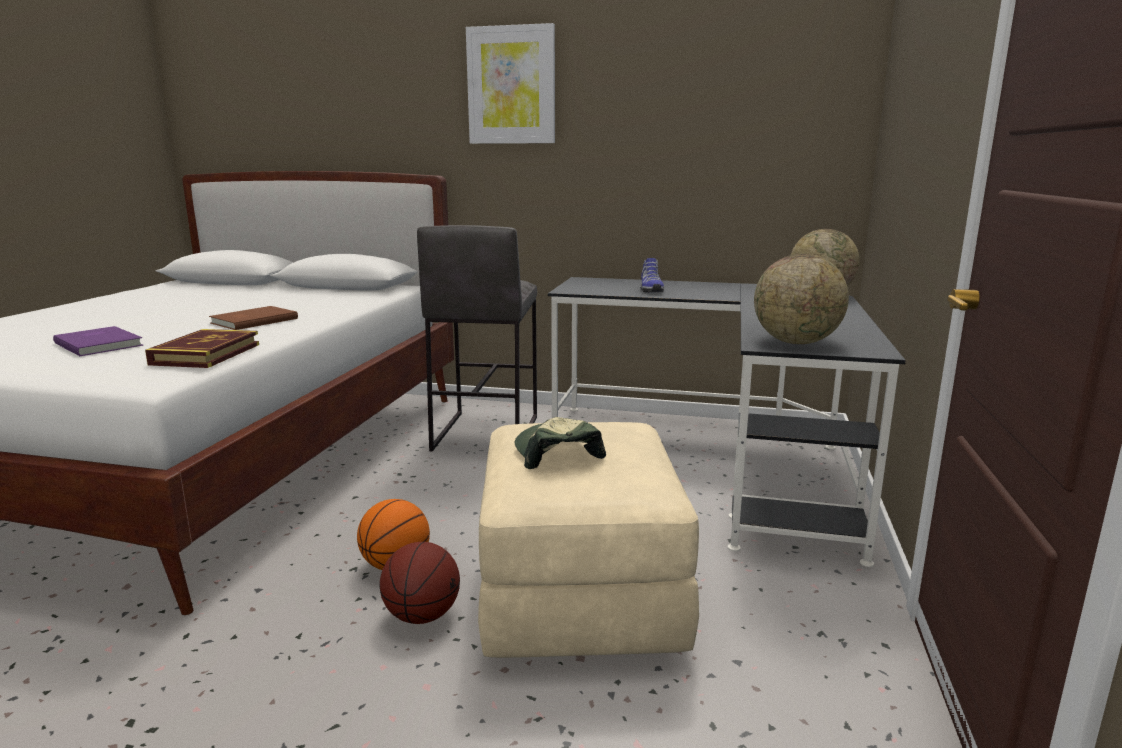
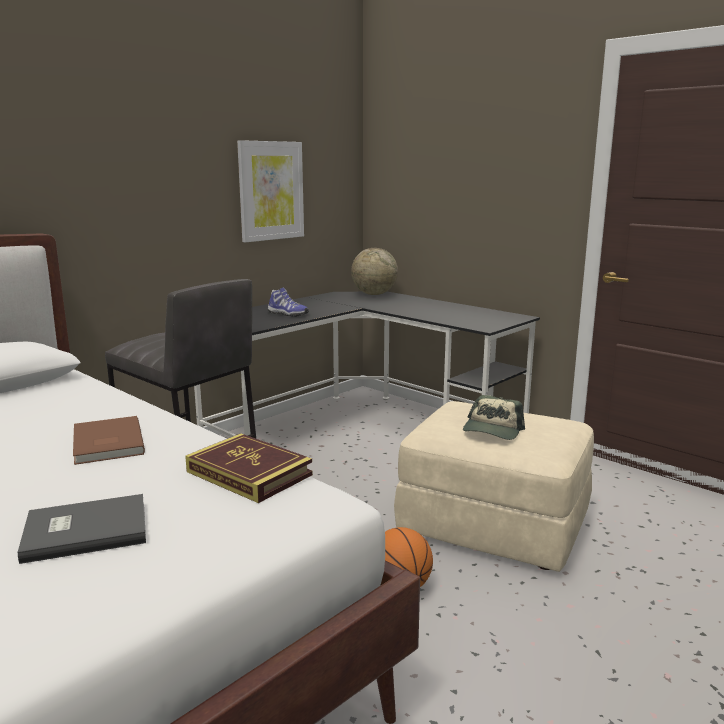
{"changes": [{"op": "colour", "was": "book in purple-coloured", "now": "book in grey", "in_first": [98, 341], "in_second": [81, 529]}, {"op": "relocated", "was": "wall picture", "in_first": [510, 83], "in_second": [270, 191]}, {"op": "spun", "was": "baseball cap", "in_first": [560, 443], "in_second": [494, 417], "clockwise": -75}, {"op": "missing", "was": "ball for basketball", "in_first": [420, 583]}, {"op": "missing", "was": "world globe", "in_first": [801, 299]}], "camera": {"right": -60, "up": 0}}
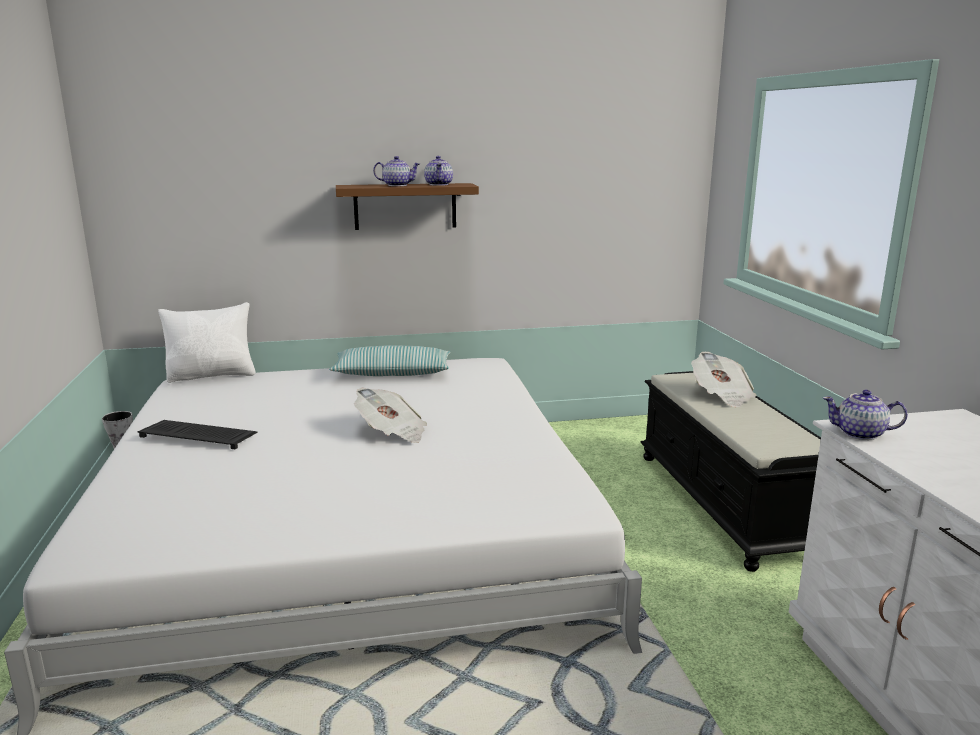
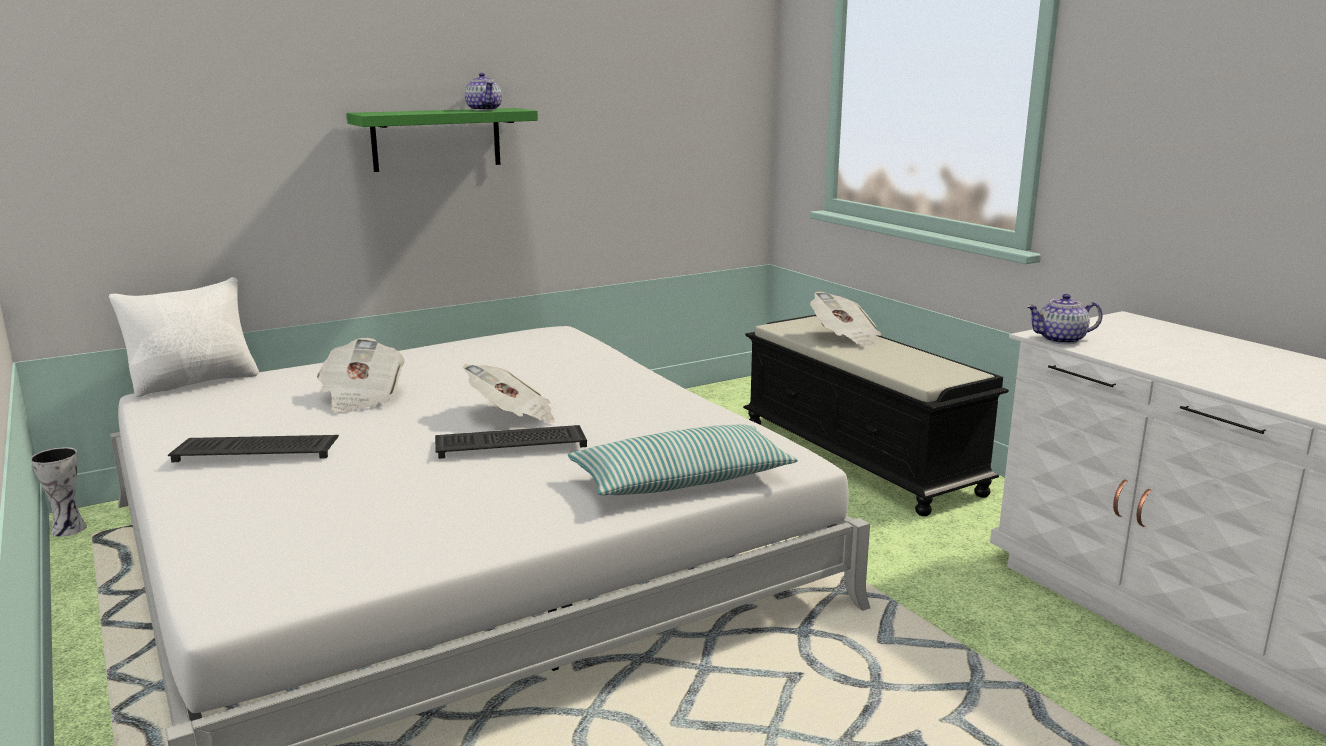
{"changes": [{"op": "appeared", "now": "daily paper", "in_second": [361, 375]}, {"op": "colour", "was": "wall shelf in brown", "now": "wall shelf in green", "in_first": [407, 206], "in_second": [442, 140]}, {"op": "appeared", "now": "PC keyboard", "in_second": [511, 442]}, {"op": "relocated", "was": "throw pillow", "in_first": [390, 360], "in_second": [683, 459]}, {"op": "missing", "was": "teapot", "in_first": [396, 171]}], "camera": {"right": -20, "up": 0}}
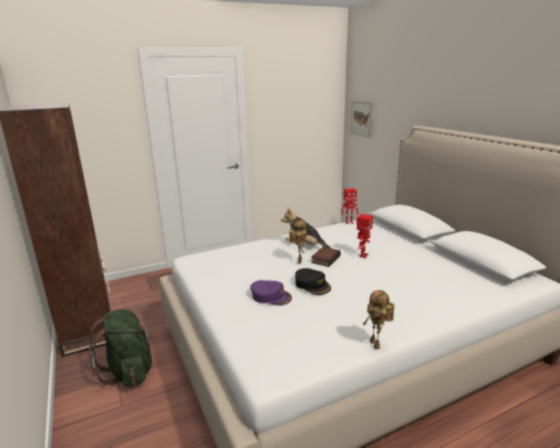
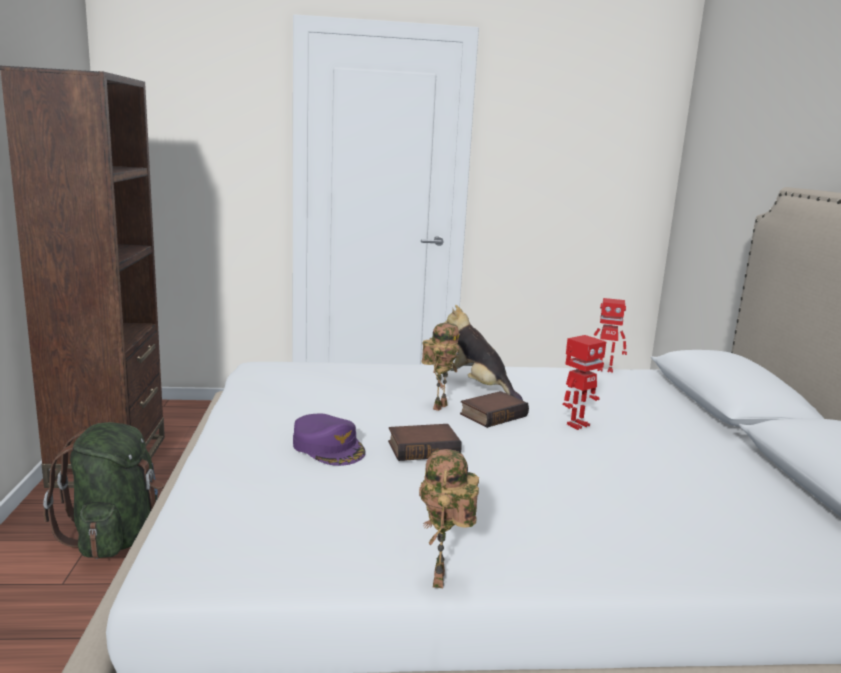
{"changes": [{"op": "exchanged", "was": "baseball cap in black", "now": "book", "in_first": [313, 281], "in_second": [425, 442]}, {"op": "missing", "was": "wall picture", "in_first": [361, 119]}], "camera": {"right": 20, "up": -5}}
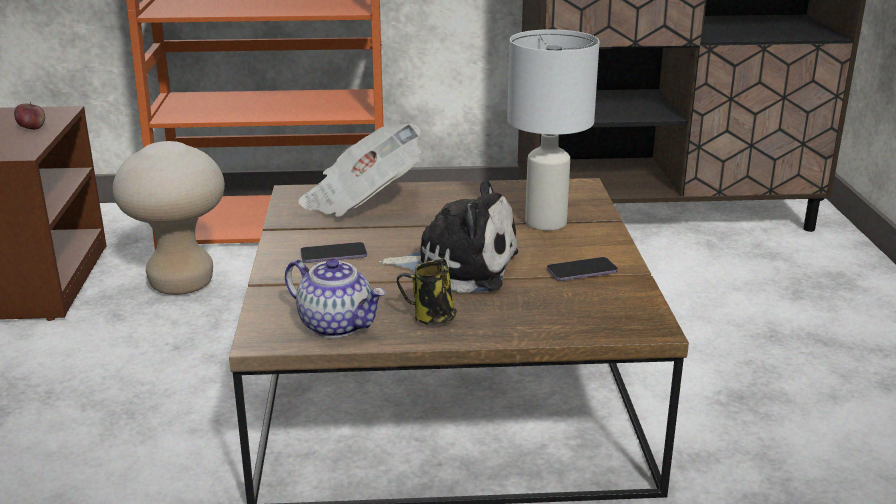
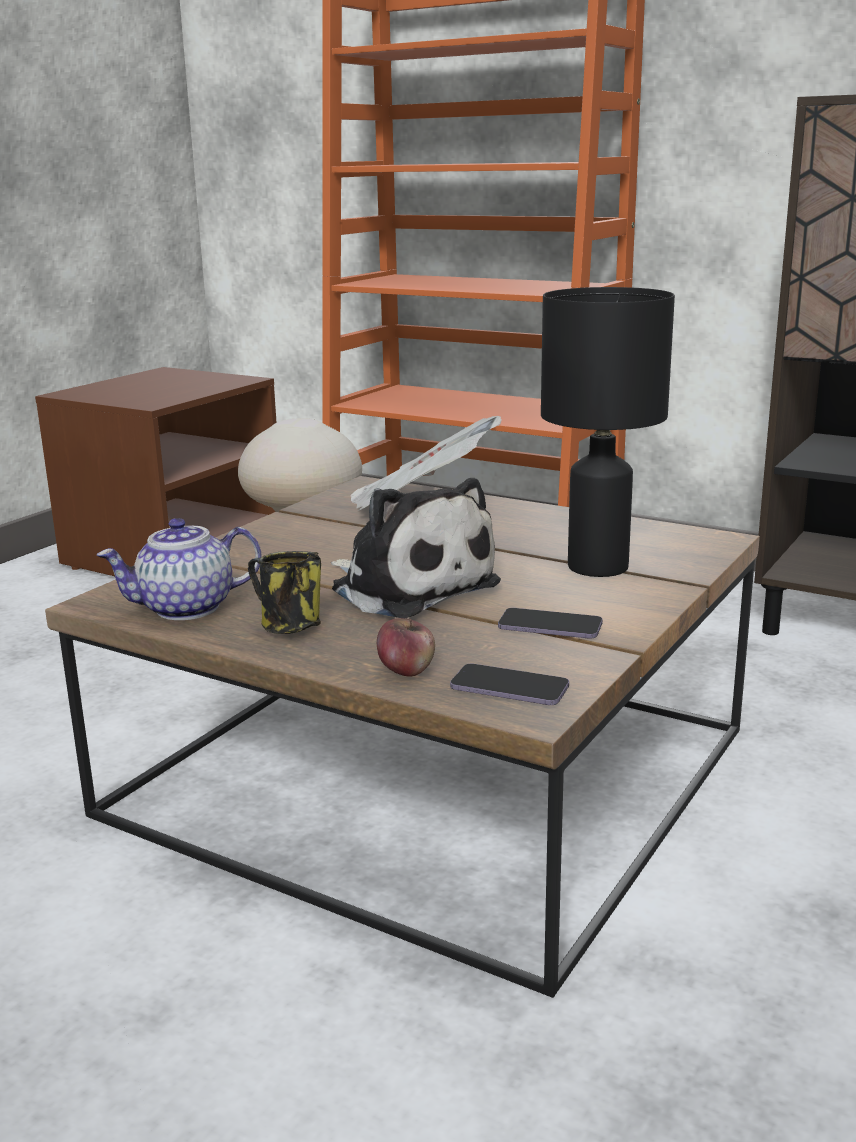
{"changes": [{"op": "spun", "was": "teapot", "in_first": [335, 298], "in_second": [179, 569], "clockwise": 90}, {"op": "relocated", "was": "whole apple", "in_first": [29, 116], "in_second": [406, 647]}, {"op": "relocated", "was": "phone", "in_first": [333, 252], "in_second": [509, 684]}, {"op": "colour", "was": "lamp for a table in white-coloured", "now": "lamp for a table in black", "in_first": [553, 130], "in_second": [608, 432]}], "camera": {"right": 35, "up": -5}}
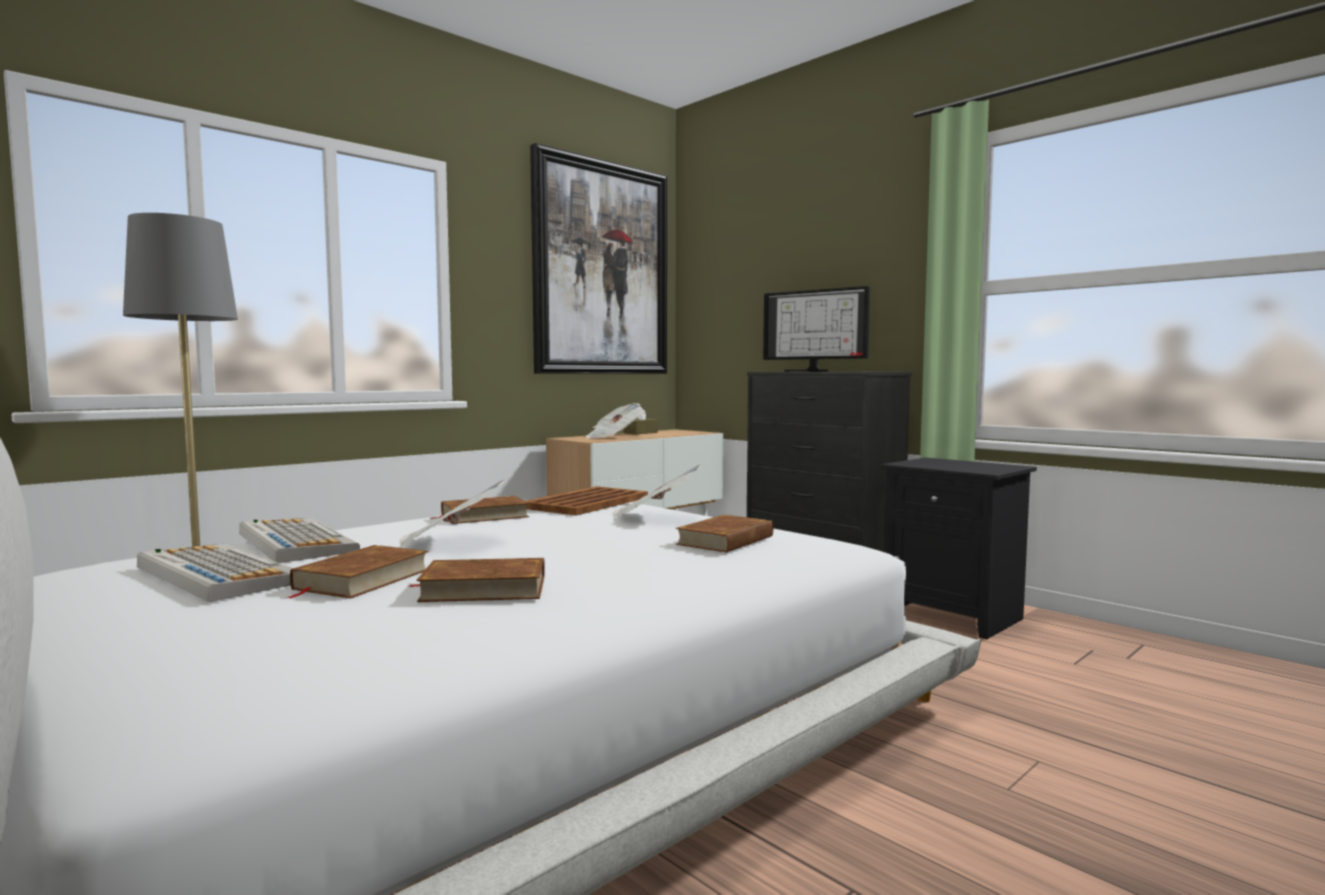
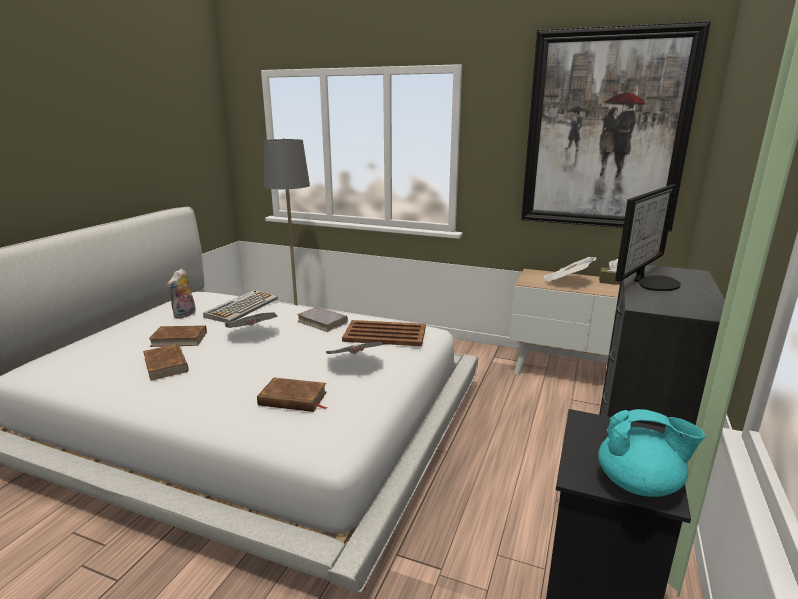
{"changes": [{"op": "exchanged", "was": "PC keyboard", "now": "cuddly toy", "in_first": [215, 573], "in_second": [181, 294]}, {"op": "colour", "was": "book in brown", "now": "book in grey", "in_first": [479, 510], "in_second": [322, 319]}, {"op": "appeared", "now": "teapot in blue-green", "in_second": [651, 453]}, {"op": "spun", "was": "computer display", "in_first": [816, 329], "in_second": [648, 237], "clockwise": -150}], "camera": {"right": 65, "up": 15}}
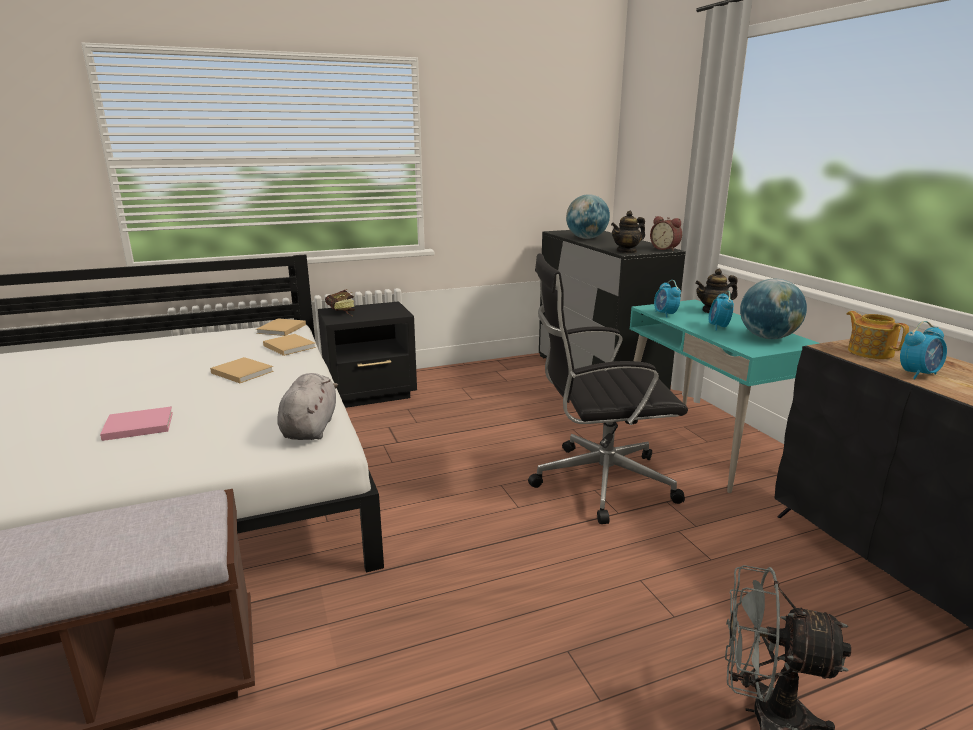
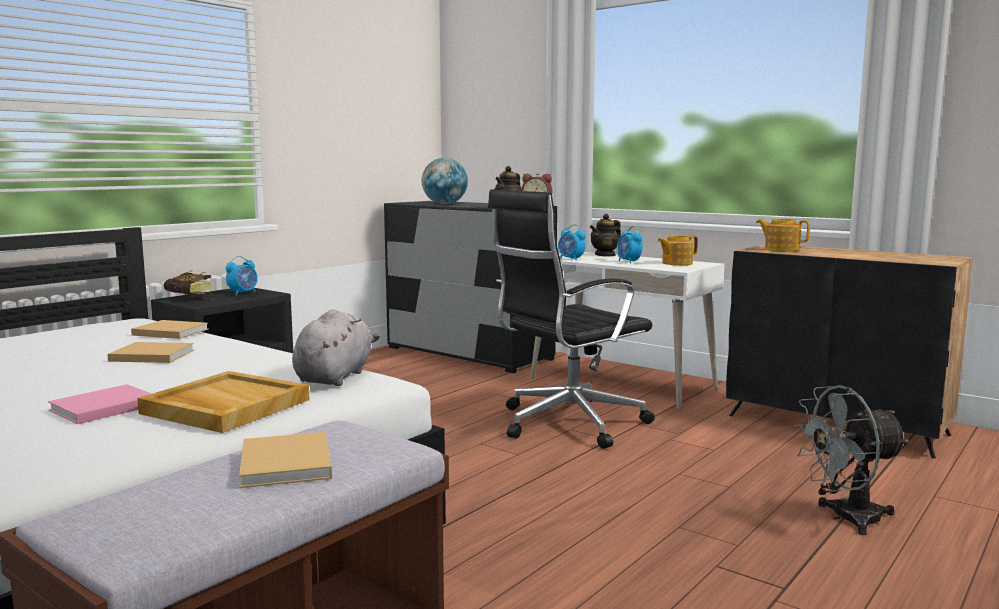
{"changes": [{"op": "appeared", "now": "carrying tray in beige", "in_second": [223, 402]}, {"op": "relocated", "was": "alarm clock", "in_first": [923, 350], "in_second": [242, 276]}, {"op": "relocated", "was": "book in beige", "in_first": [281, 327], "in_second": [285, 460]}, {"op": "spun", "was": "cuddly toy in grey", "in_first": [307, 406], "in_second": [336, 347], "clockwise": 45}, {"op": "colour", "was": "desk table in blue-green", "now": "desk table in white-coloured", "in_first": [724, 396], "in_second": [627, 331]}, {"op": "exchanged", "was": "world globe", "now": "teapot", "in_first": [773, 309], "in_second": [677, 250]}], "camera": {"right": -30, "up": -10}}
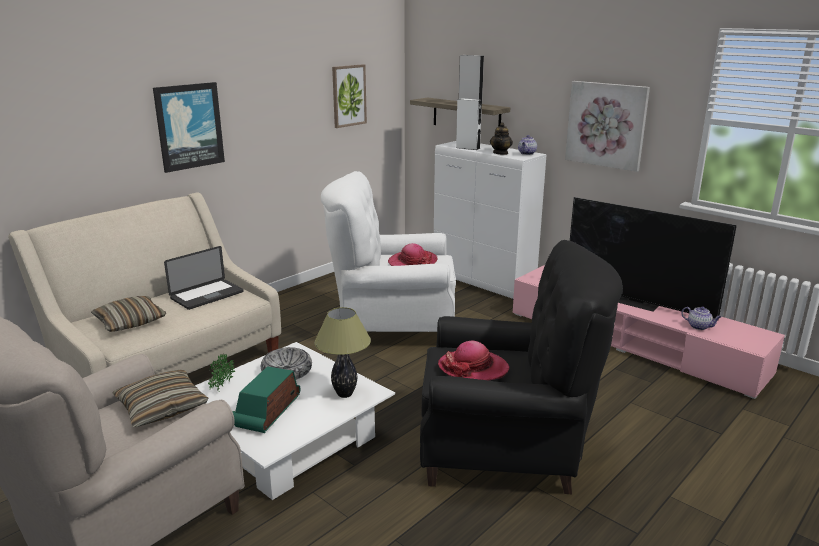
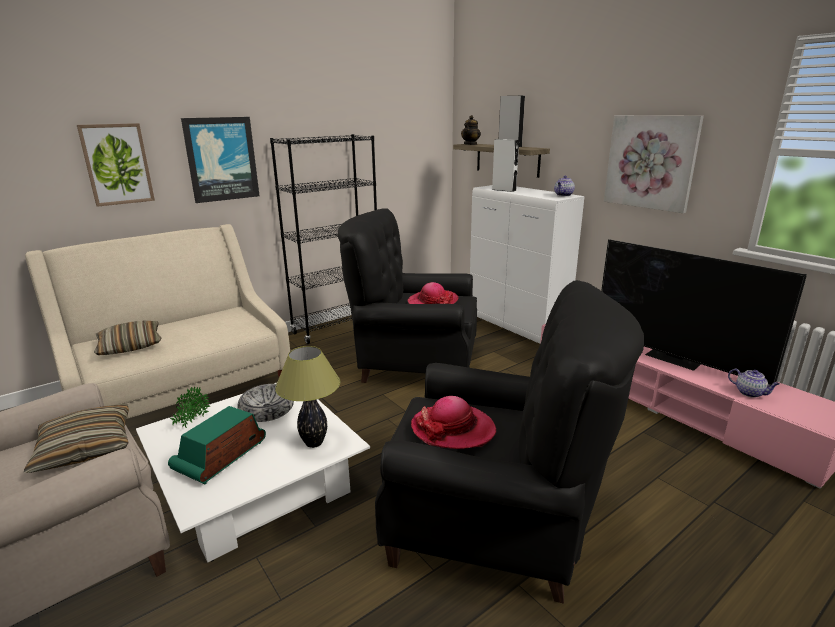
{"changes": [{"op": "relocated", "was": "wall picture", "in_first": [349, 96], "in_second": [116, 165]}, {"op": "appeared", "now": "bookcase in black", "in_second": [323, 239]}, {"op": "colour", "was": "easy chair in white-coloured", "now": "easy chair in black", "in_first": [388, 251], "in_second": [407, 295]}, {"op": "relocated", "was": "teapot", "in_first": [501, 138], "in_second": [471, 130]}, {"op": "missing", "was": "portable computer", "in_first": [204, 278]}], "camera": {"right": 10, "up": 0}}
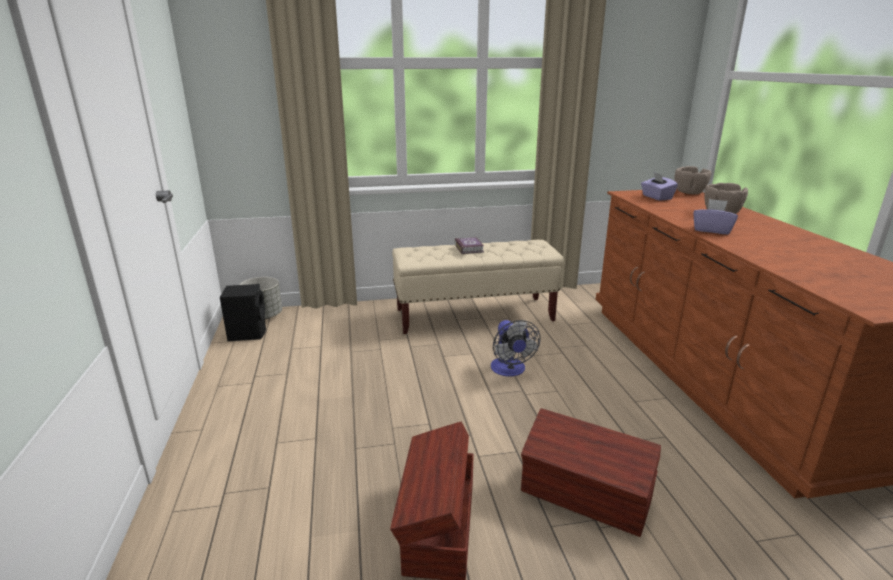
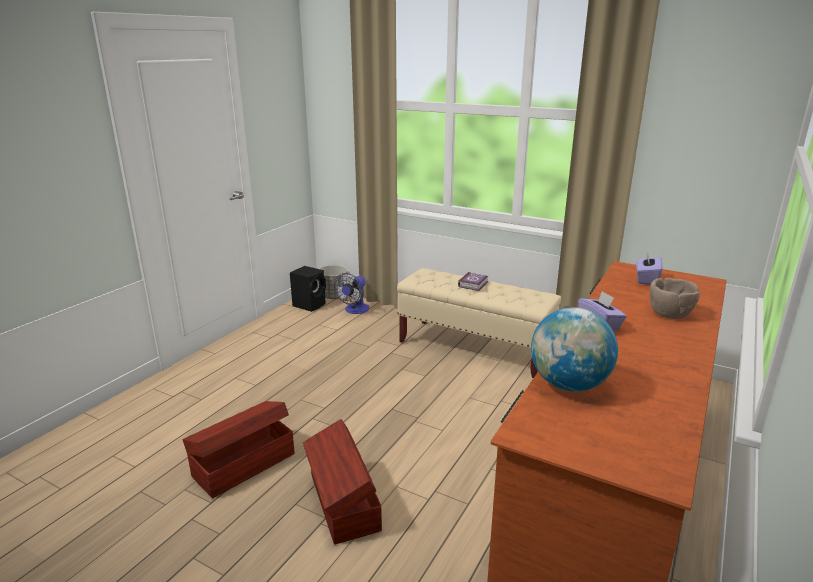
{"changes": [{"op": "relocated", "was": "fan", "in_first": [516, 348], "in_second": [351, 293]}, {"op": "appeared", "now": "world globe", "in_second": [574, 349]}, {"op": "missing", "was": "bowl in brown", "in_first": [692, 180]}], "camera": {"right": 40, "up": 0}}
